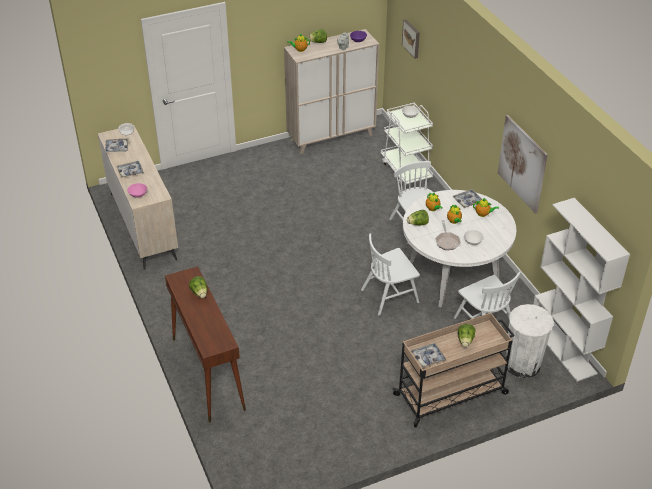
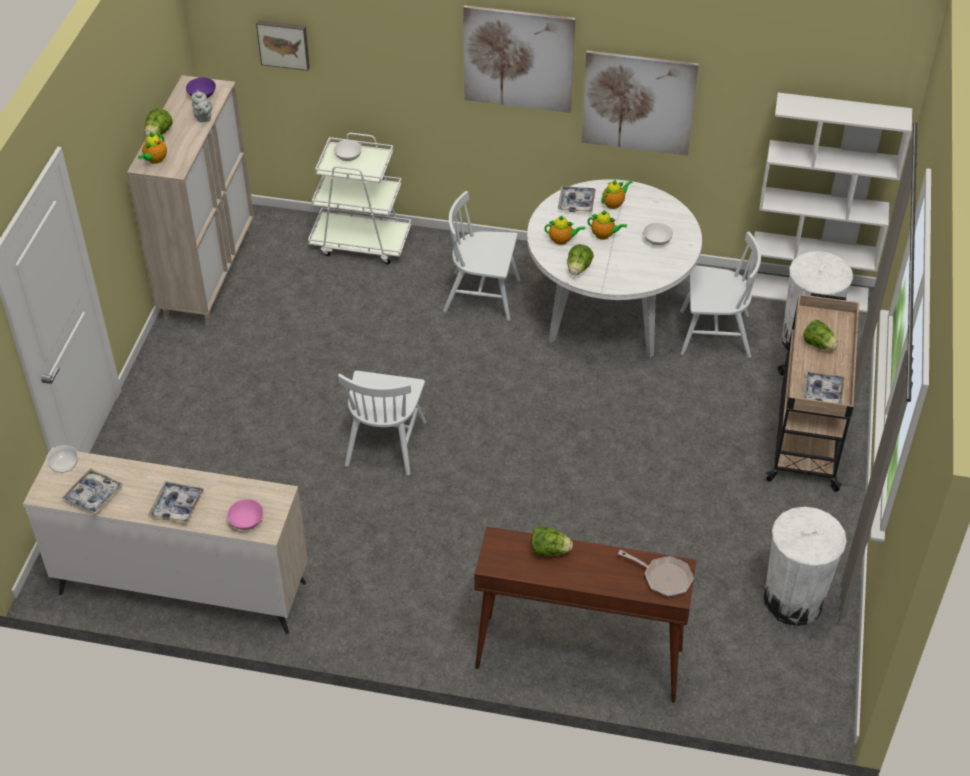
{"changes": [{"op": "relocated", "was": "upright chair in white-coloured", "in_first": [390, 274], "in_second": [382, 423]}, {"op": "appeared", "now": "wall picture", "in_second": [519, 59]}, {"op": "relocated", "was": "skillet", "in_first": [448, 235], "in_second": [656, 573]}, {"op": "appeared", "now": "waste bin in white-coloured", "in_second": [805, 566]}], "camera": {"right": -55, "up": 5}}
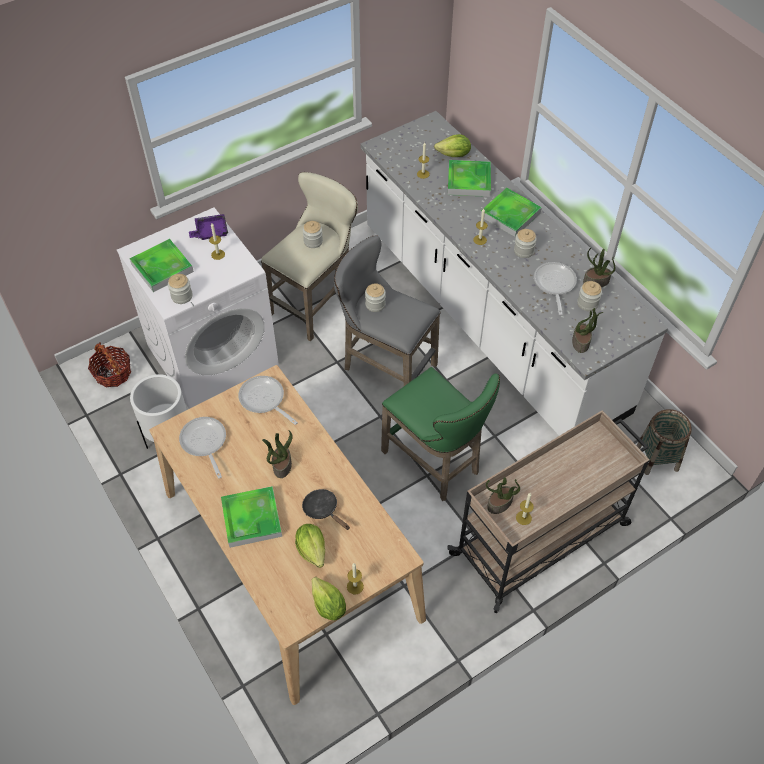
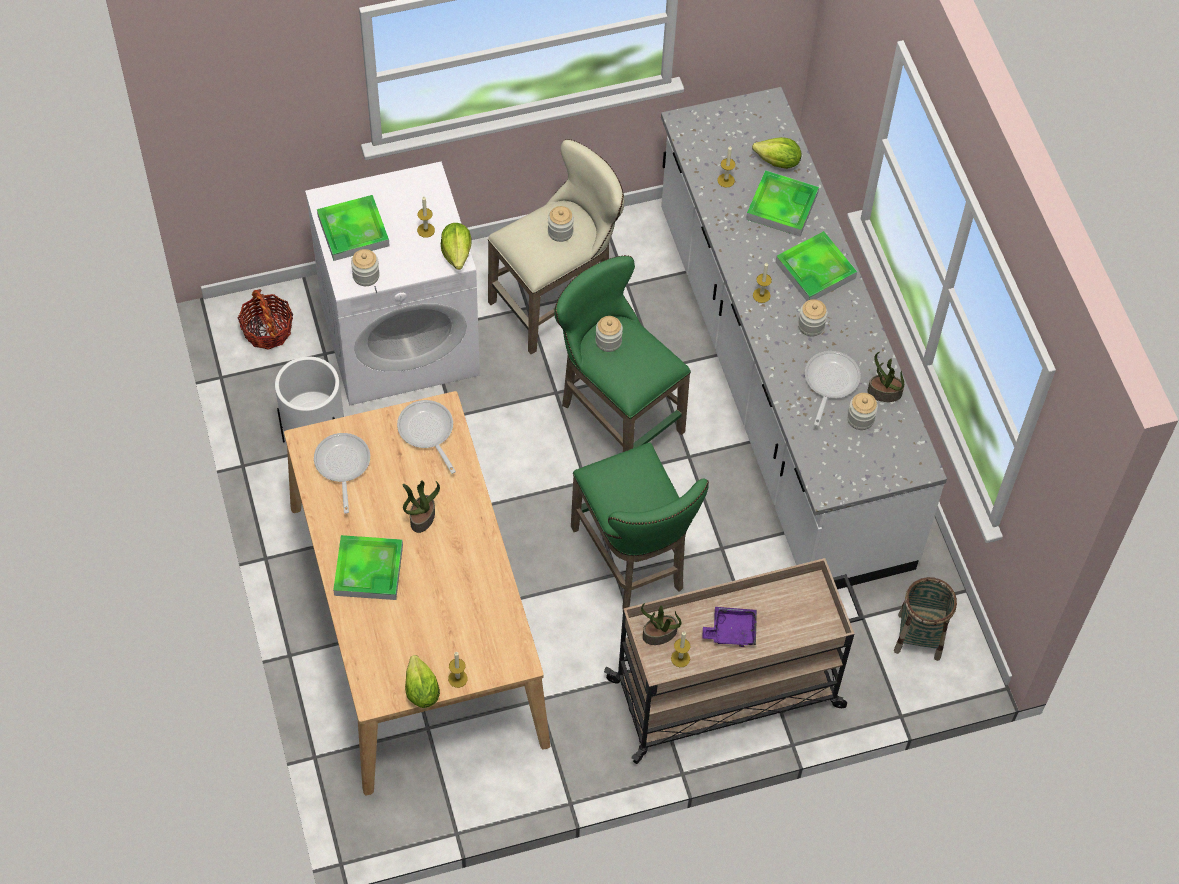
{"changes": [{"op": "relocated", "was": "lettuce head", "in_first": [310, 546], "in_second": [456, 246]}, {"op": "colour", "was": "stool in grey", "now": "stool in green", "in_first": [387, 310], "in_second": [622, 353]}, {"op": "relocated", "was": "carrying tray in purple-coloured", "in_first": [208, 227], "in_second": [729, 627]}, {"op": "missing", "was": "skillet in black", "in_first": [326, 509]}, {"op": "missing", "was": "plant in a pot", "in_first": [587, 330]}], "camera": {"right": 15, "up": 5}}
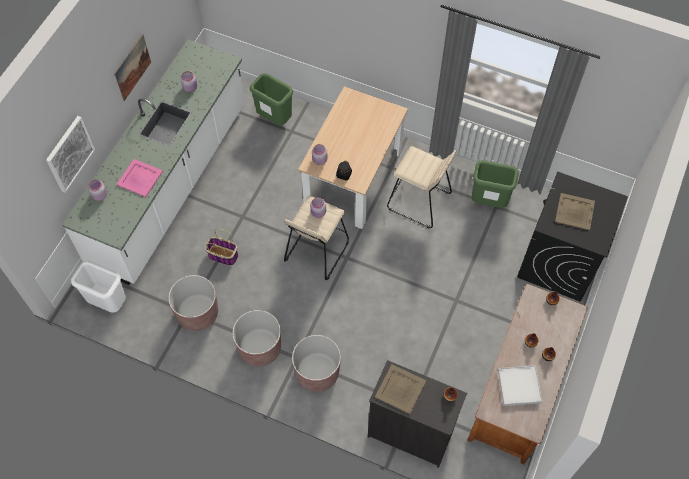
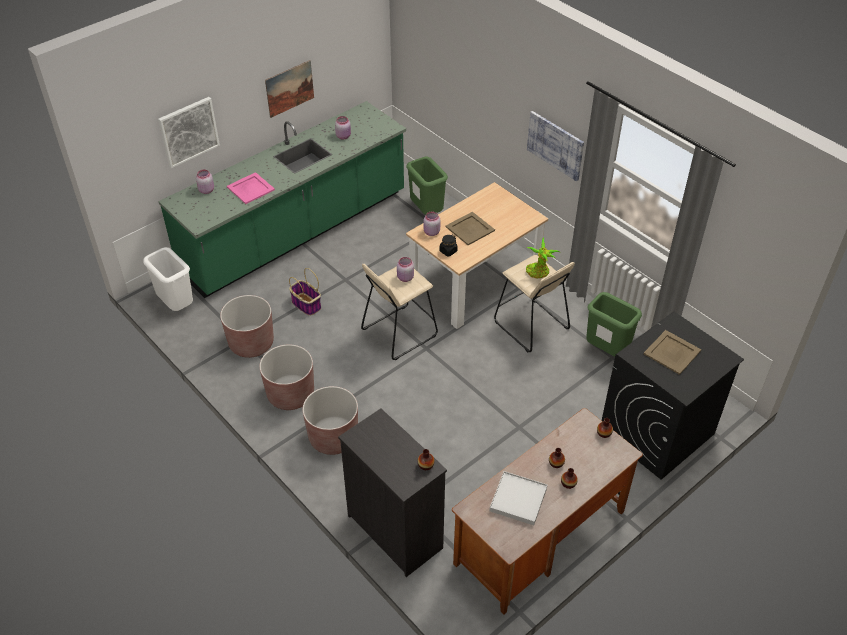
{"changes": [{"op": "colour", "was": "kitchen counter in white-coloured", "now": "kitchen counter in green", "in_first": [153, 162], "in_second": [282, 199]}, {"op": "relocated", "was": "carrying tray in beige", "in_first": [400, 389], "in_second": [470, 228]}, {"op": "appeared", "now": "plant in a pot", "in_second": [543, 258]}, {"op": "appeared", "now": "wall picture", "in_second": [555, 146]}], "camera": {"right": 25, "up": -15}}
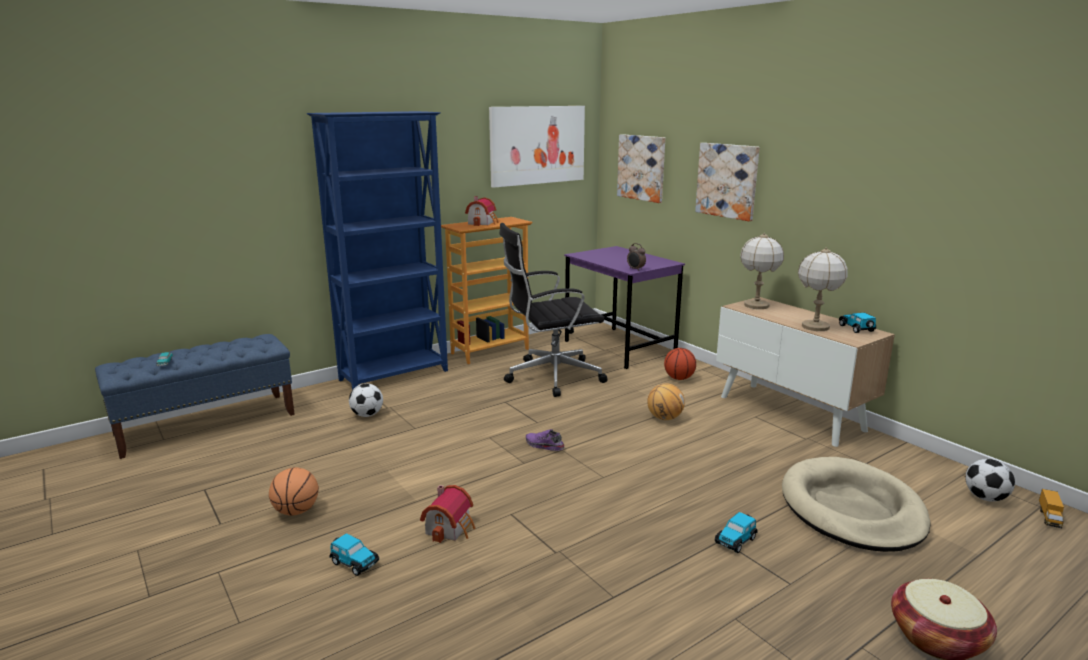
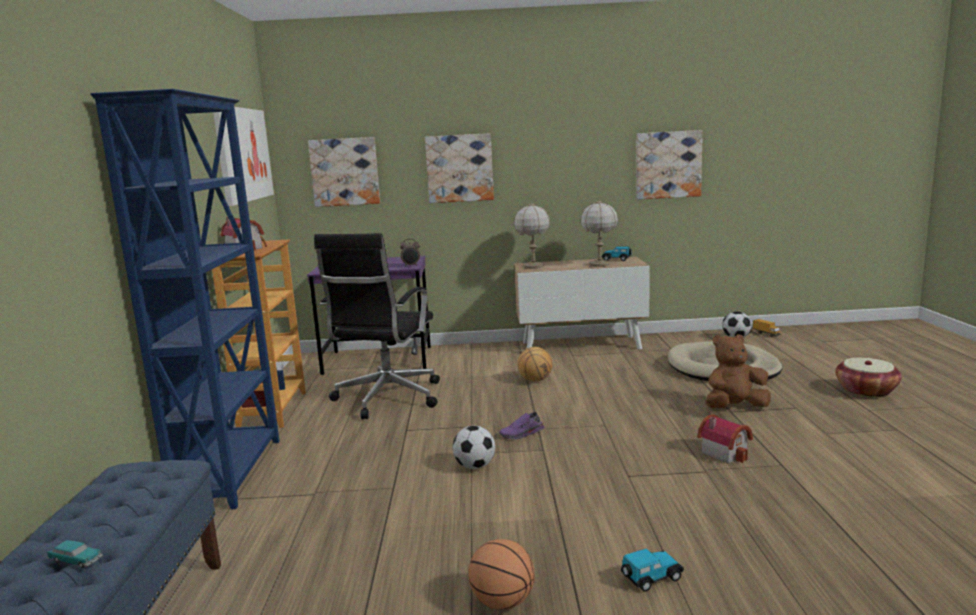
{"changes": [{"op": "relocated", "was": "football", "in_first": [366, 400], "in_second": [474, 447]}, {"op": "appeared", "now": "wall picture", "in_second": [669, 165]}, {"op": "relocated", "was": "model house", "in_first": [447, 514], "in_second": [725, 439]}, {"op": "exchanged", "was": "miniature car", "now": "cuddly toy in brown", "in_first": [736, 532], "in_second": [738, 371]}, {"op": "missing", "was": "ball for basketball", "in_first": [680, 364]}], "camera": {"right": -55, "up": -5}}
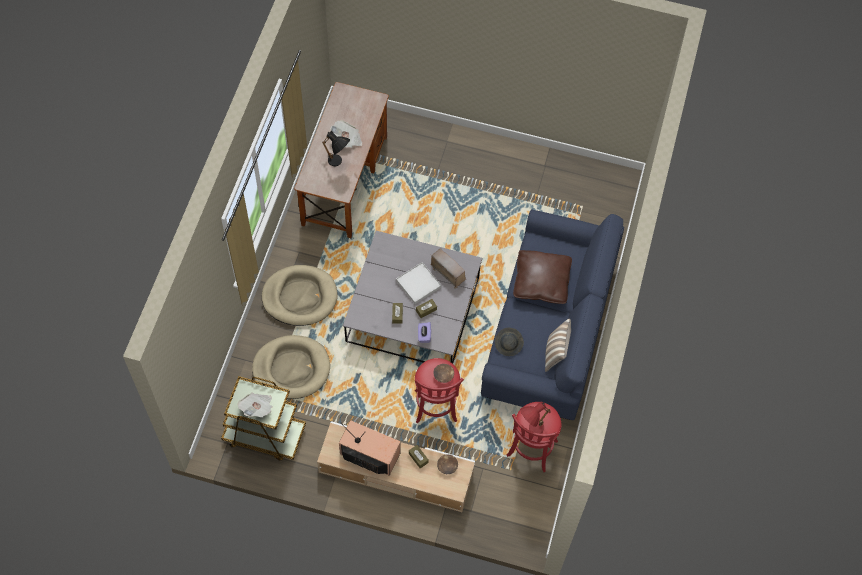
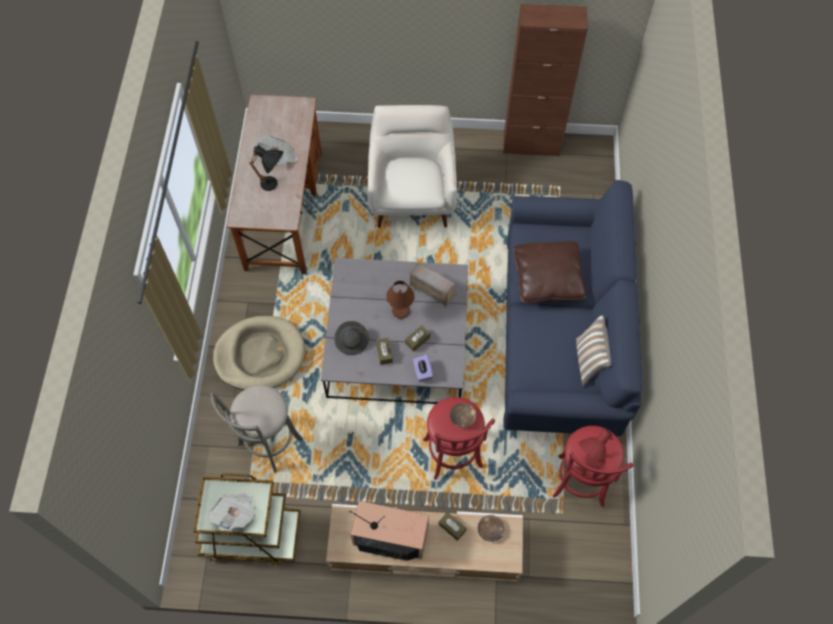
{"changes": [{"op": "exchanged", "was": "dog cushion in beige", "now": "stool in grey", "in_first": [291, 367], "in_second": [256, 429]}, {"op": "relocated", "was": "wearable hat in grey", "in_first": [509, 342], "in_second": [351, 338]}, {"op": "appeared", "now": "easy chair in white-coloured", "in_second": [412, 166]}, {"op": "exchanged", "was": "carrying tray in white-coloured", "now": "lamp for a table in brown", "in_first": [418, 283], "in_second": [400, 300]}, {"op": "appeared", "now": "cupboard in brown", "in_second": [545, 80]}], "camera": {"right": -10, "up": 0}}
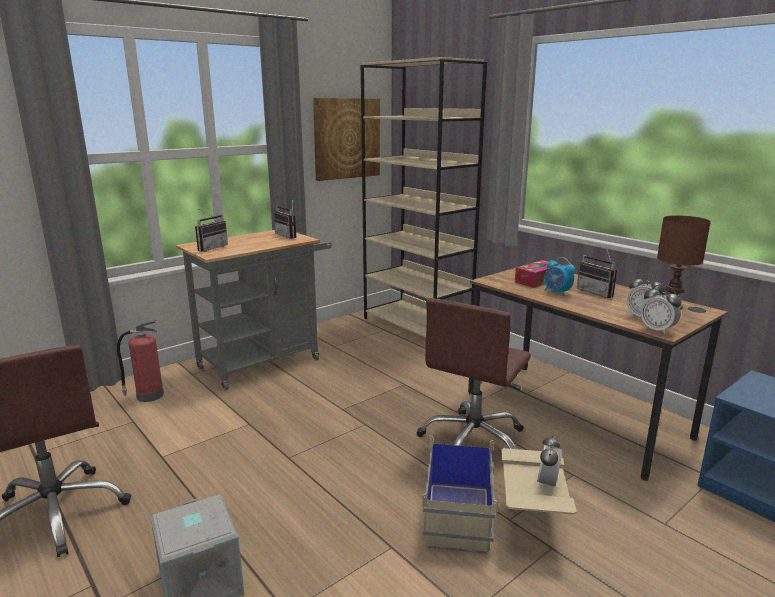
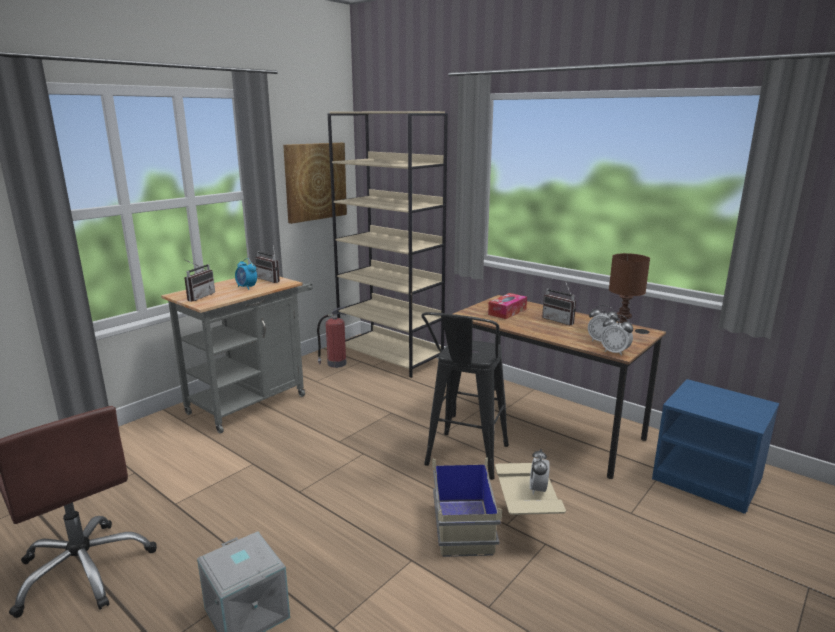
{"changes": [{"op": "relocated", "was": "alarm clock", "in_first": [560, 276], "in_second": [246, 274]}, {"op": "relocated", "was": "fire extinguisher", "in_first": [140, 361], "in_second": [331, 337]}, {"op": "exchanged", "was": "computer chair in brown", "now": "stool in black", "in_first": [474, 373], "in_second": [465, 396]}], "camera": {"right": -10, "up": 0}}
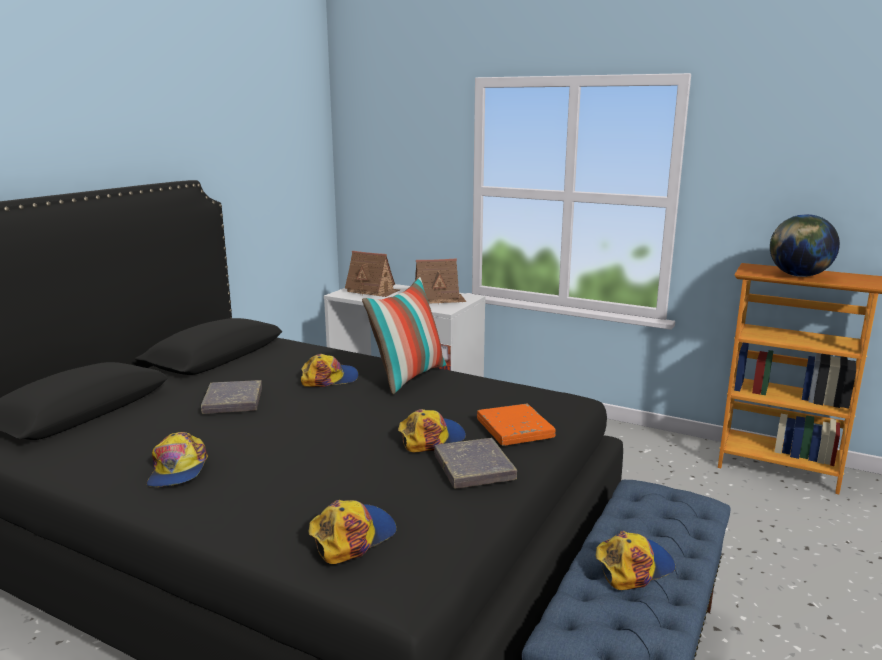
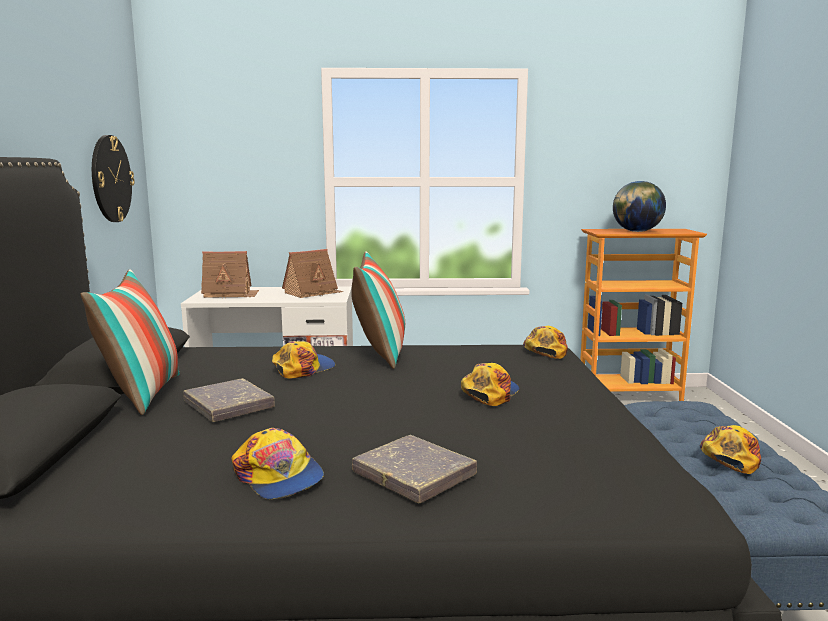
{"changes": [{"op": "appeared", "now": "throw pillow", "in_second": [130, 342]}, {"op": "appeared", "now": "hanging clock", "in_second": [113, 178]}, {"op": "relocated", "was": "book in grey", "in_first": [475, 463], "in_second": [414, 469]}, {"op": "relocated", "was": "baseball cap", "in_first": [353, 532], "in_second": [545, 342]}, {"op": "missing", "was": "book in orangey", "in_first": [516, 425]}], "camera": {"right": -30, "up": -5}}
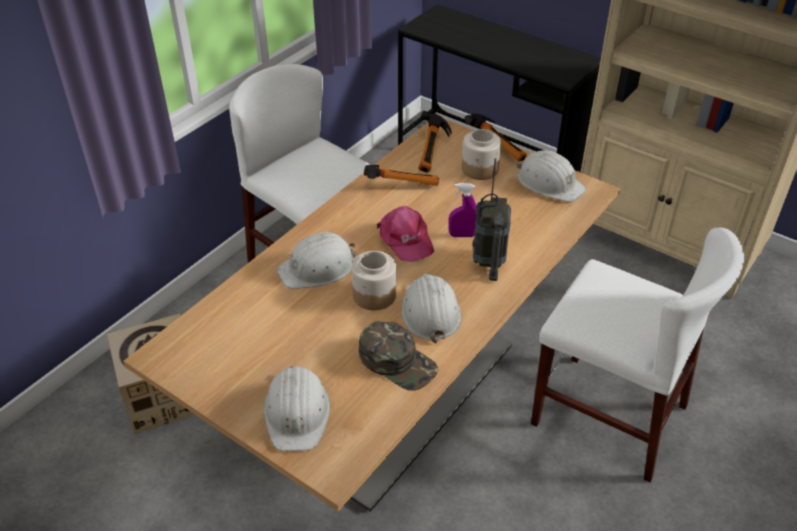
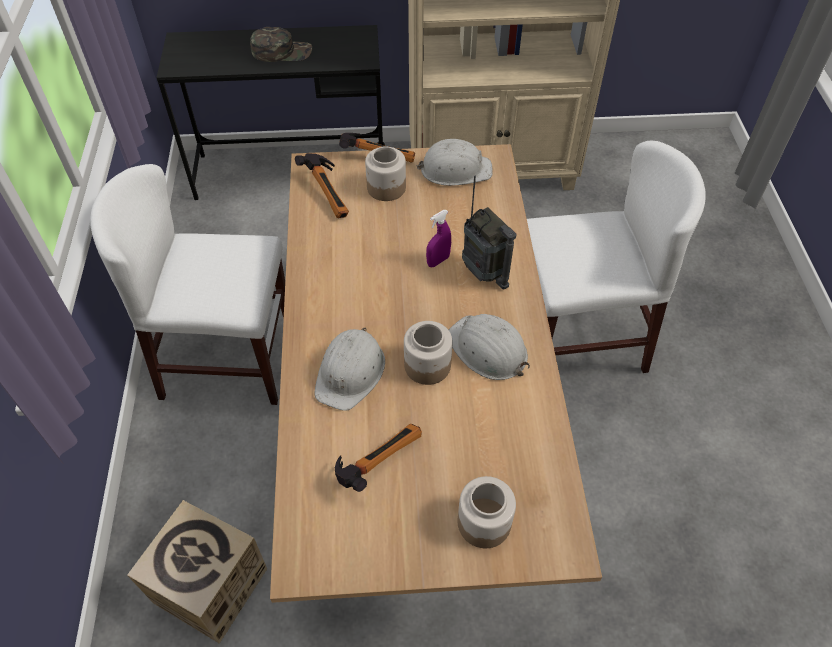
{"changes": [{"op": "relocated", "was": "baseball cap in green", "in_first": [399, 355], "in_second": [281, 44]}, {"op": "relocated", "was": "hammer", "in_first": [401, 175], "in_second": [378, 458]}, {"op": "exchanged", "was": "safety helmet in white-coloured", "now": "jar", "in_first": [297, 408], "in_second": [487, 512]}, {"op": "missing", "was": "baseball cap in pinkish", "in_first": [405, 234]}], "camera": {"right": -40, "up": 10}}
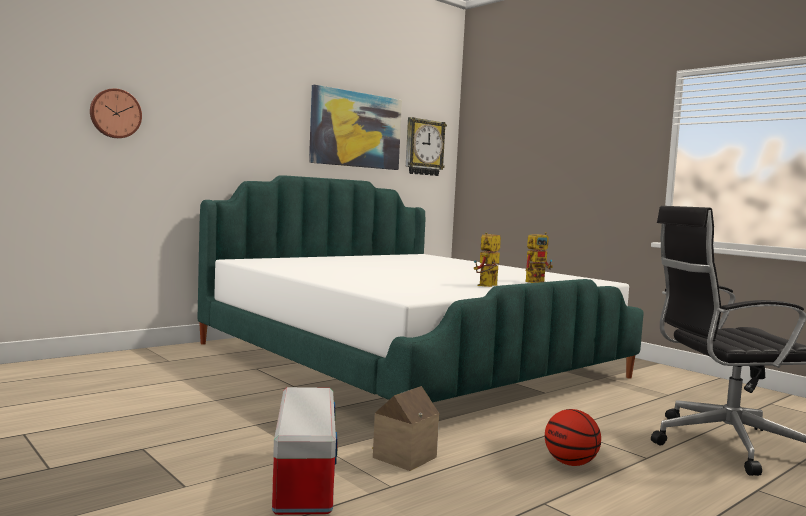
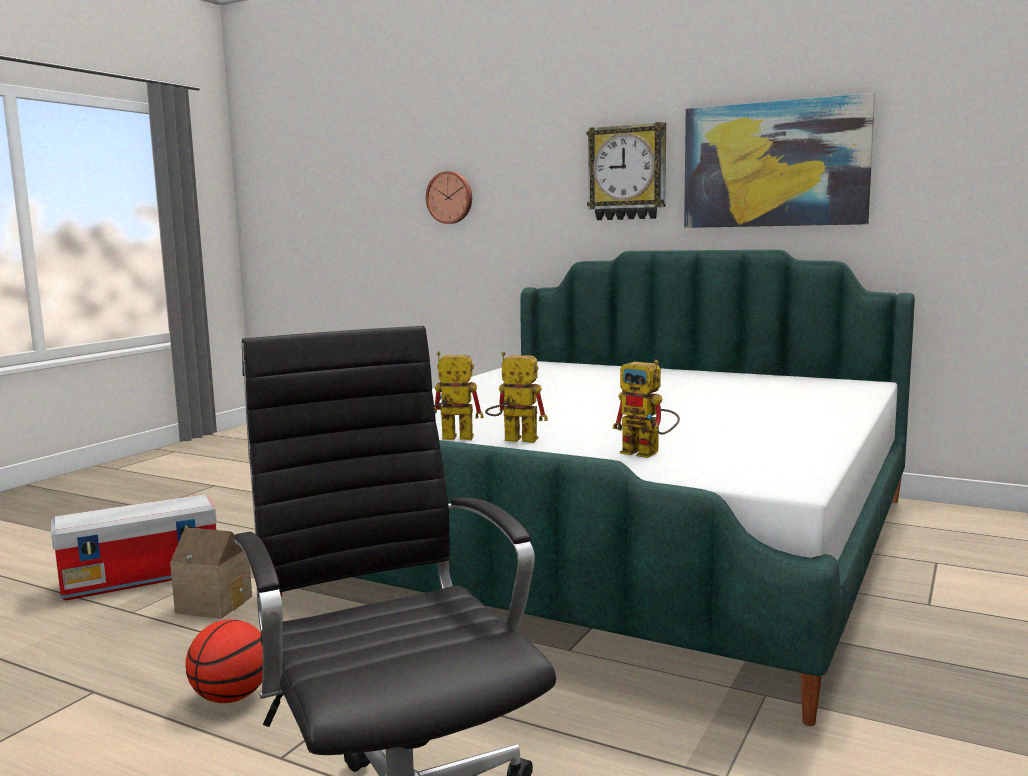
{"changes": [{"op": "appeared", "now": "model robot", "in_second": [459, 395]}, {"op": "relocated", "was": "hanging clock", "in_first": [426, 146], "in_second": [626, 171]}], "camera": {"right": 70, "up": 5}}
